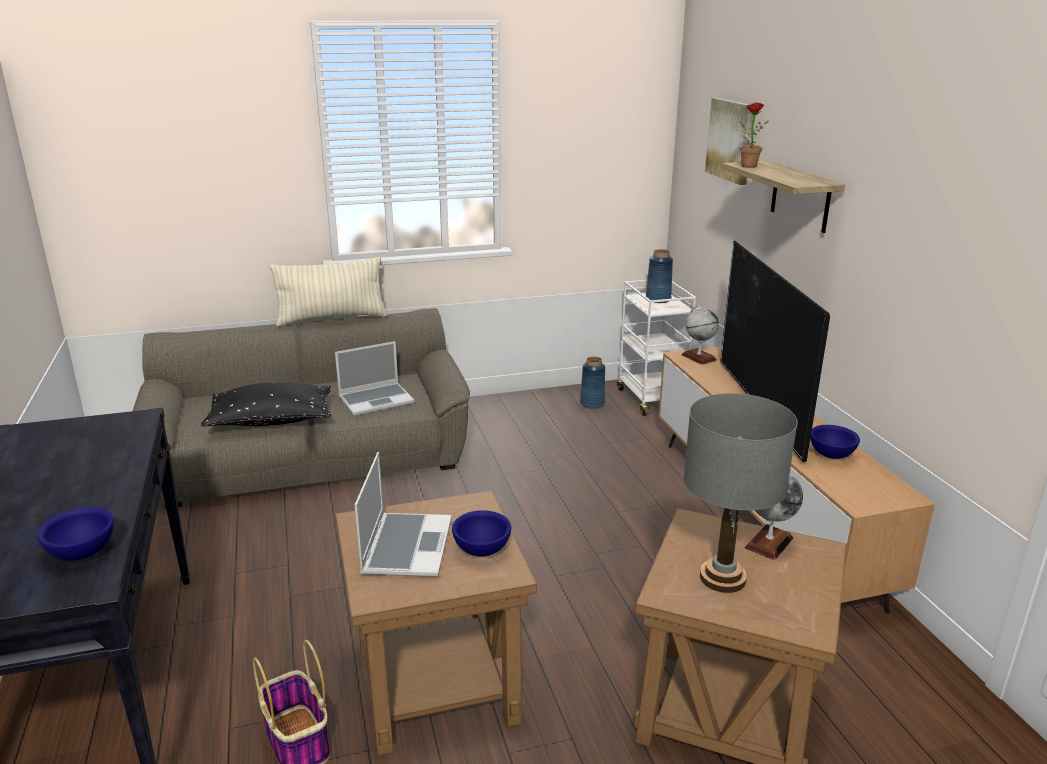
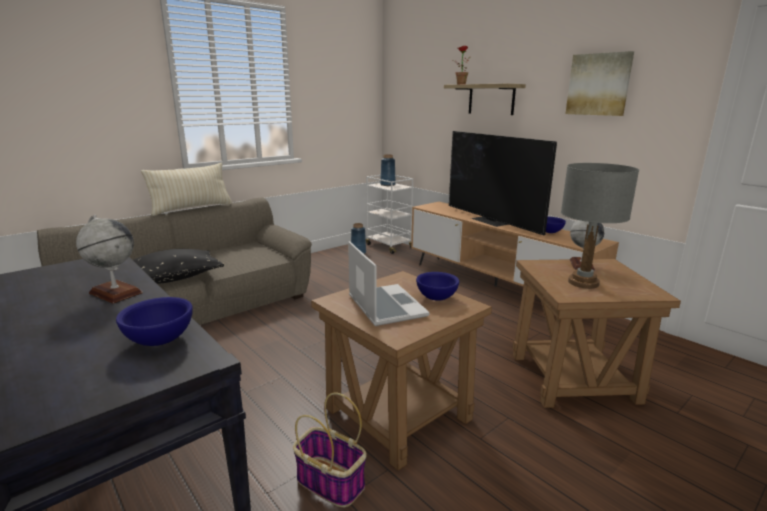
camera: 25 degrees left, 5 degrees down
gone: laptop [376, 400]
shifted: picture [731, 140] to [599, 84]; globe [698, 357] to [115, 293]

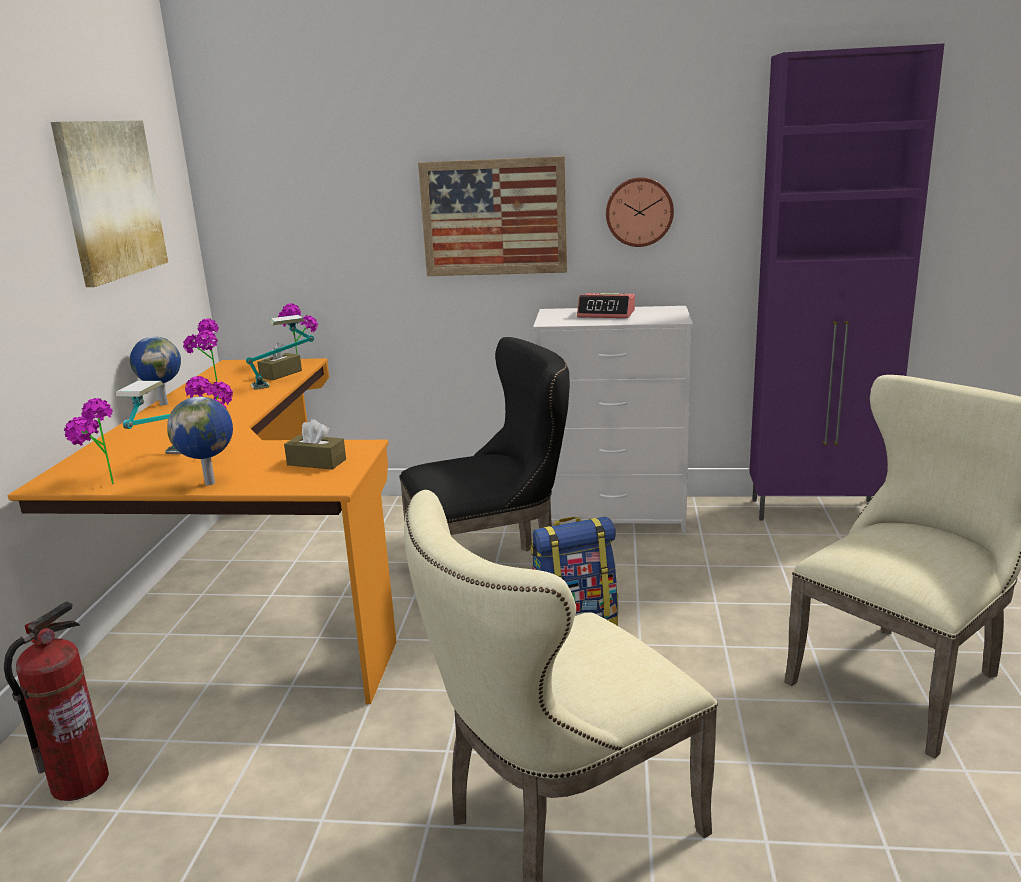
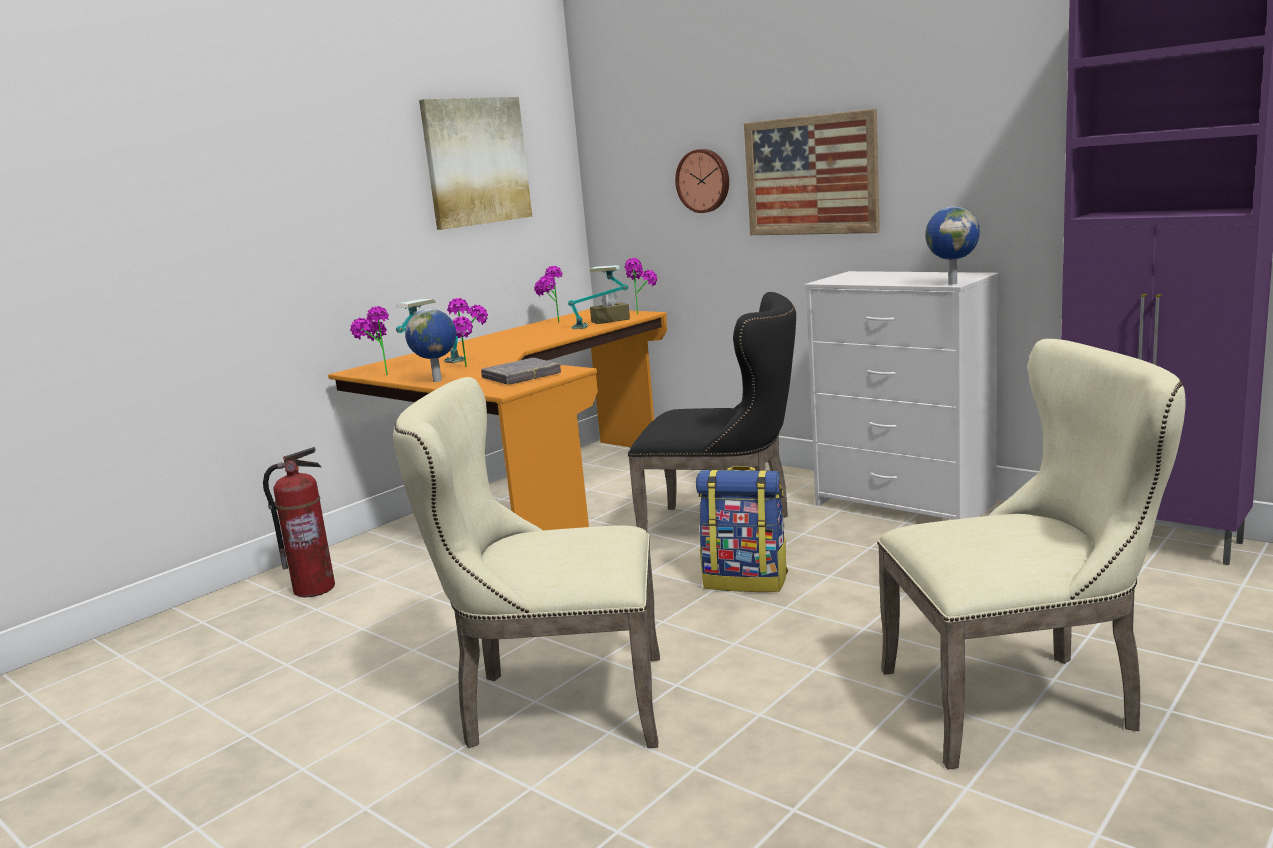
camera: 35 degrees right, 5 degrees down
gone: alarm clock [606, 314]
shifted: wall clock [639, 212] to [704, 180]; globe [164, 403] to [952, 283]
swapped: tissue box (brown) [316, 462] to book (grey) [521, 376]

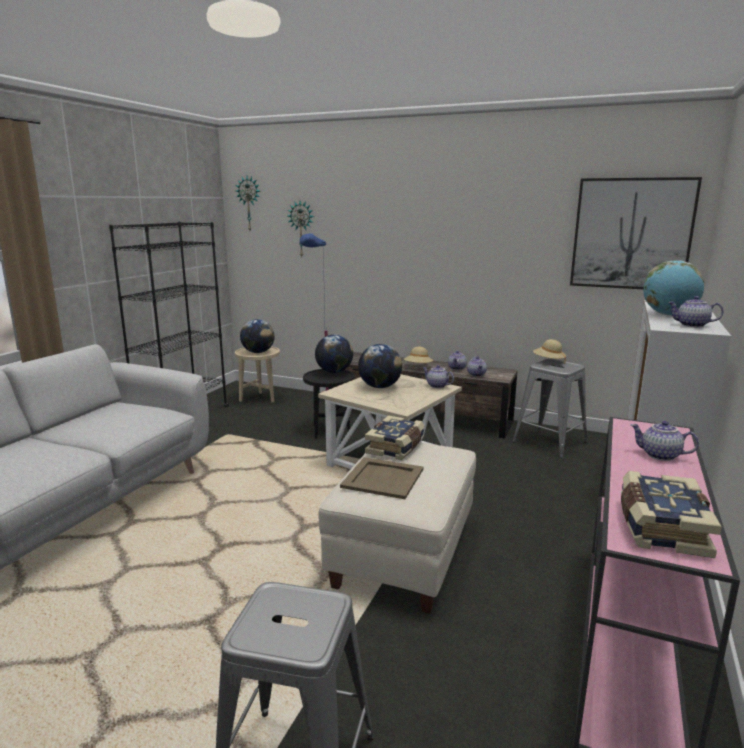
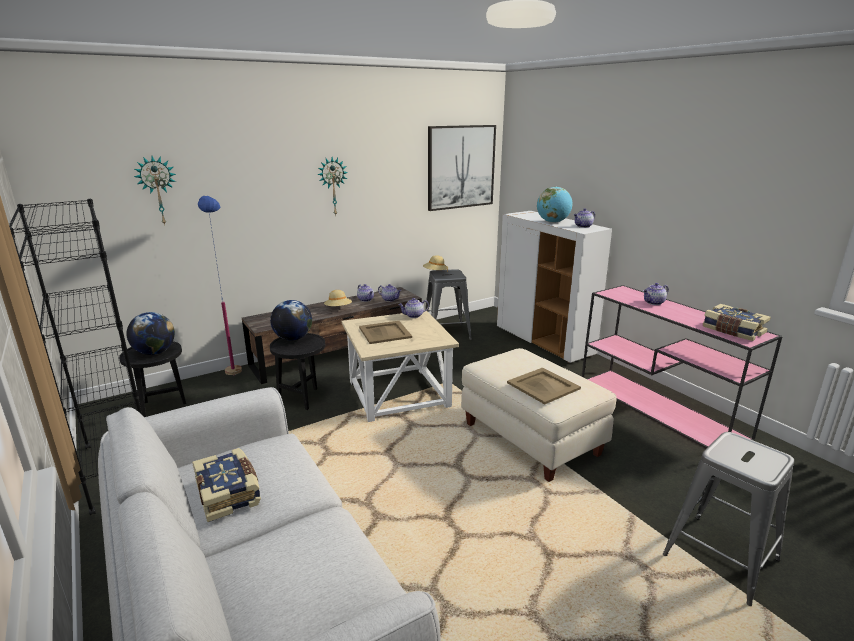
camera: 55 degrees left, 5 degrees up
shifted: wall clock [249, 203] to [332, 186]; book [396, 447] to [229, 493]
swapped: globe [380, 387] to tray (beige) [384, 332]
repainted: side table (beige) [260, 399] to side table (black) [162, 407]

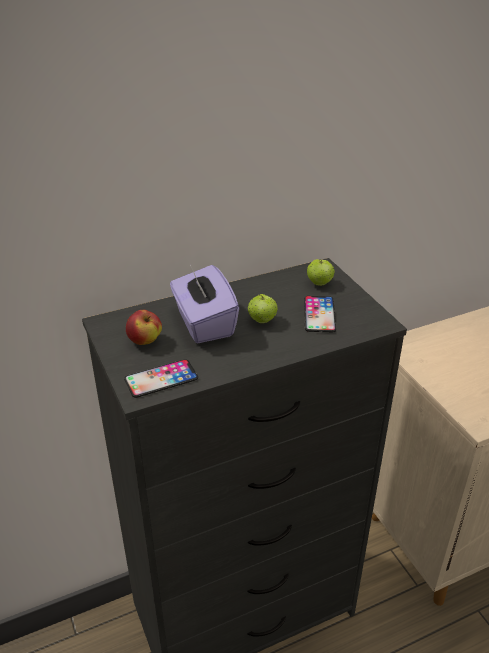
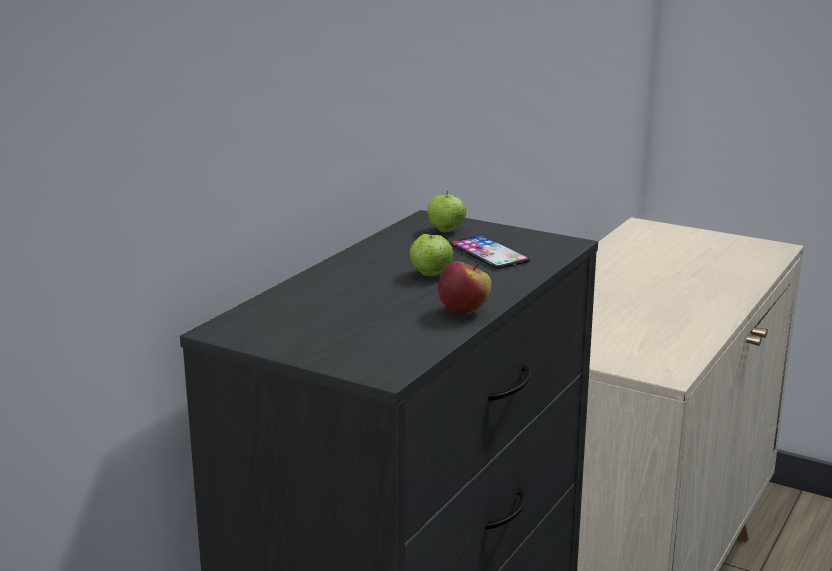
camera: 35 degrees left, 15 degrees down
gone: tissue box (purple) [204, 323]; phone [161, 379]
shifted: apple [145, 341] to [464, 311]

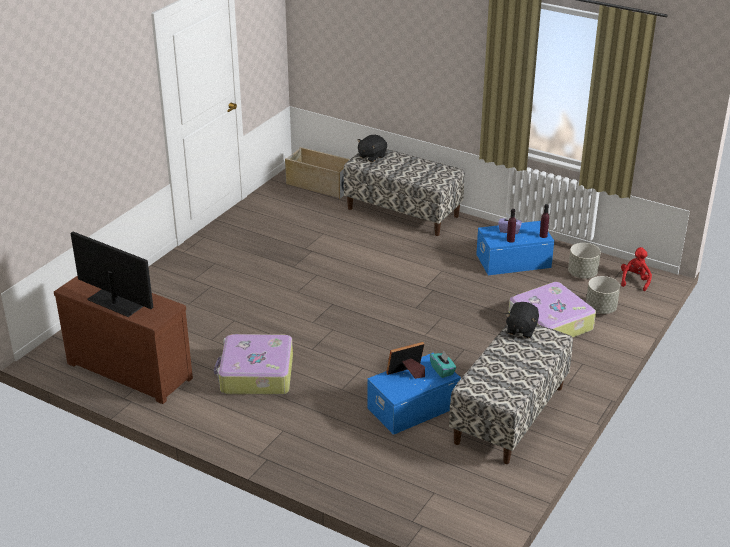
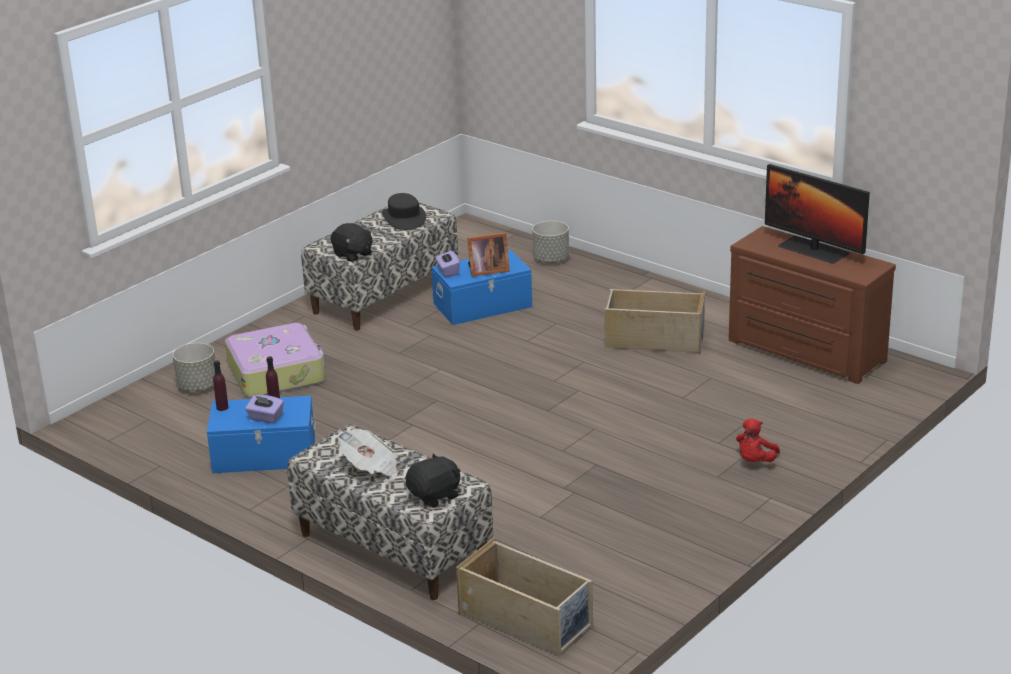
camera: 170 degrees left, 5 degrees down
new: hat (black) [404, 218]; newspaper [370, 467]
shifted: planter (grey) [582, 274] to [550, 259]; plush toy (red) [635, 281] to [755, 461]
swapped: suitcase [256, 374] to storage box (beige) [653, 340]
repainted: tissue box (turquoise) [442, 370] to tissue box (purple) [448, 271]
rotated: plush toy (black) [521, 329] = [352, 254] 105 degrees clockwise

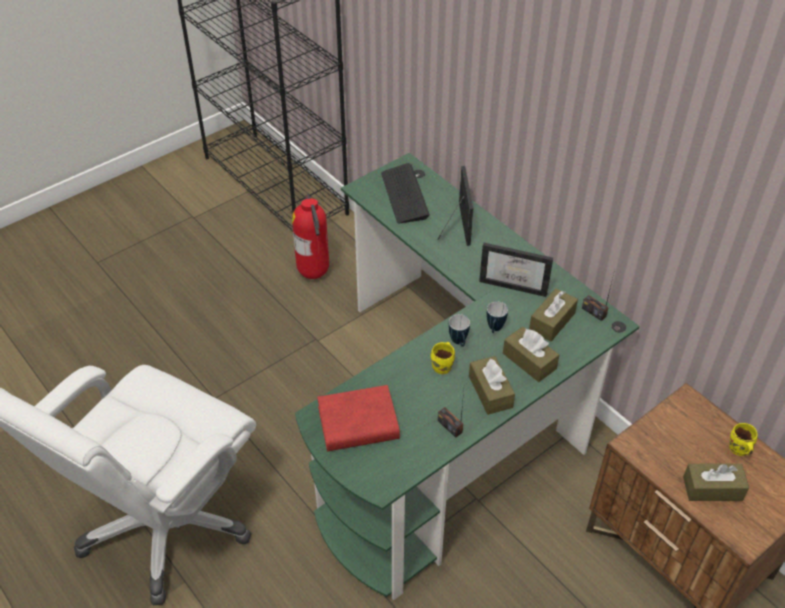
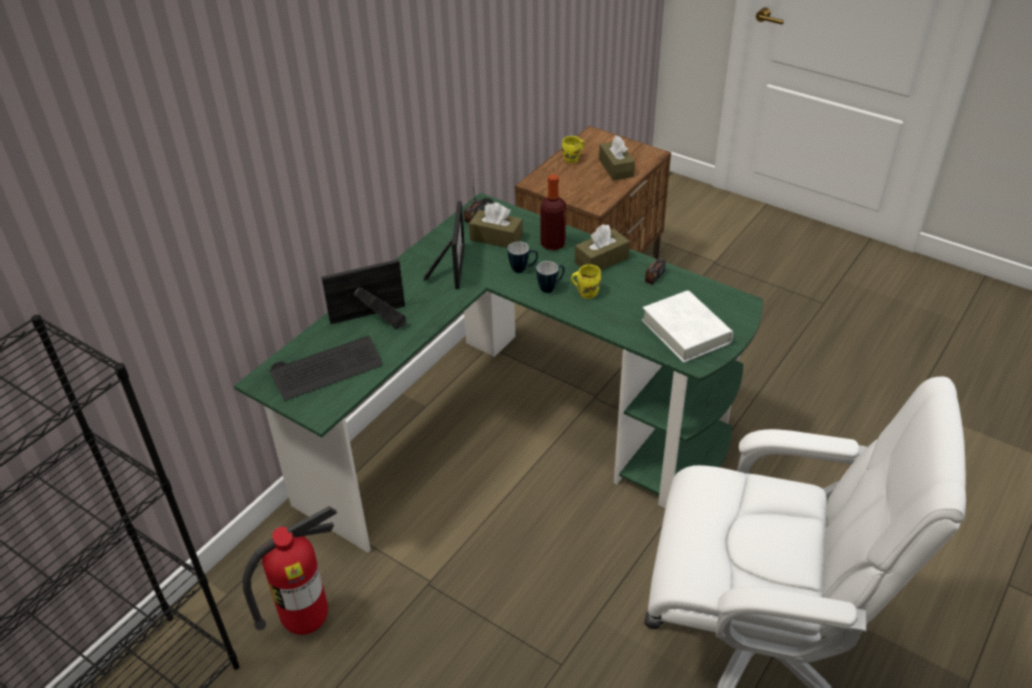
camera: 105 degrees left, 5 degrees down
swapped: tissue box (brown) [529, 361] to bottle [552, 244]
repainted: book (red) [358, 423] to book (white) [686, 331]

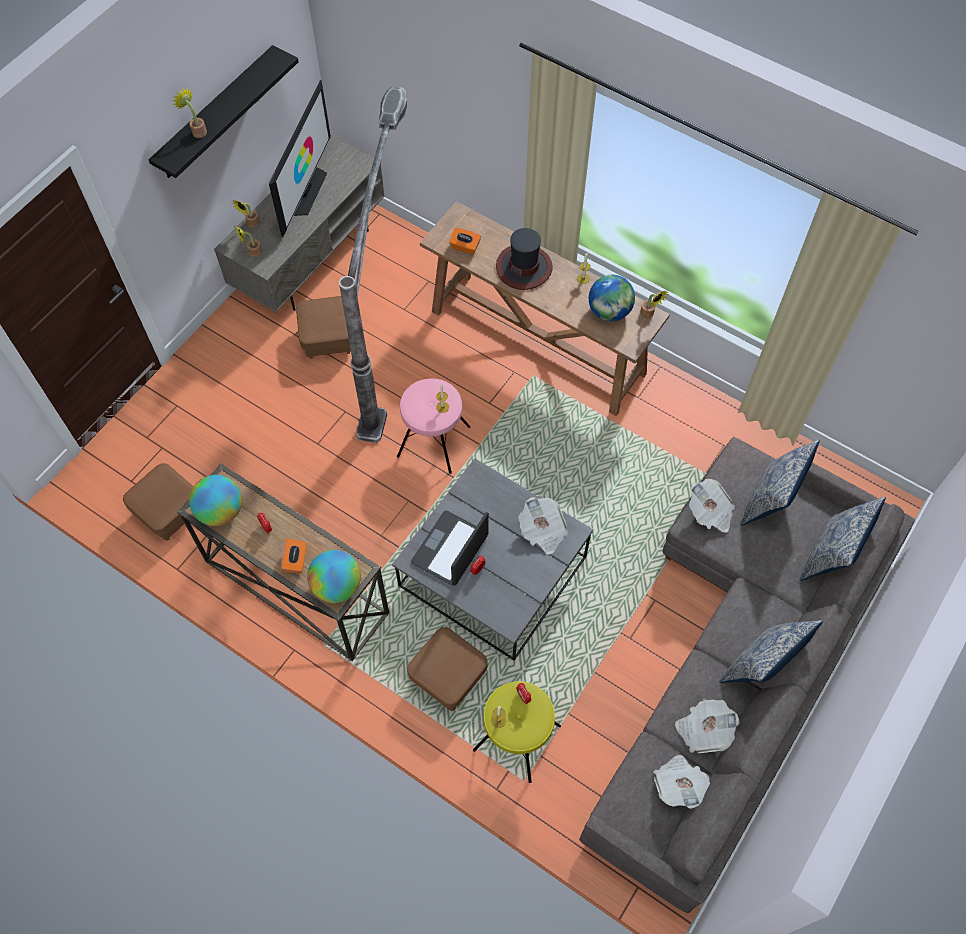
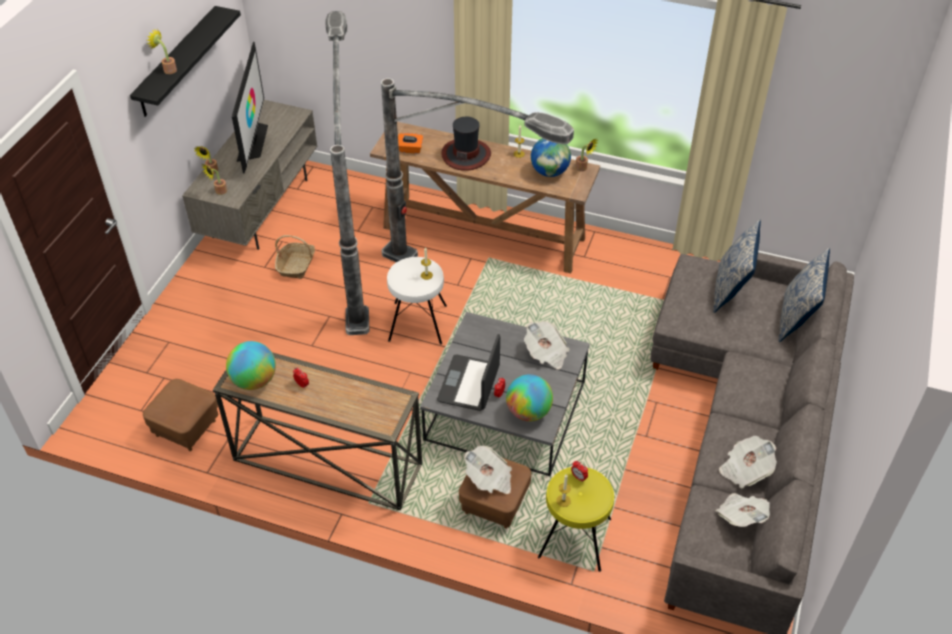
camera: 15 degrees left, 15 degrees down
gone: tissue box (orange) [296, 561]; pillow [760, 665]
new: floor lamp [468, 284]
shifted: newspaper [710, 512] to [489, 479]; globe [337, 586] to [528, 412]
swapped: ottoman (brown) [328, 339] to basket [296, 265]
repainted: stool (pink) [434, 441] to stool (white) [418, 322]

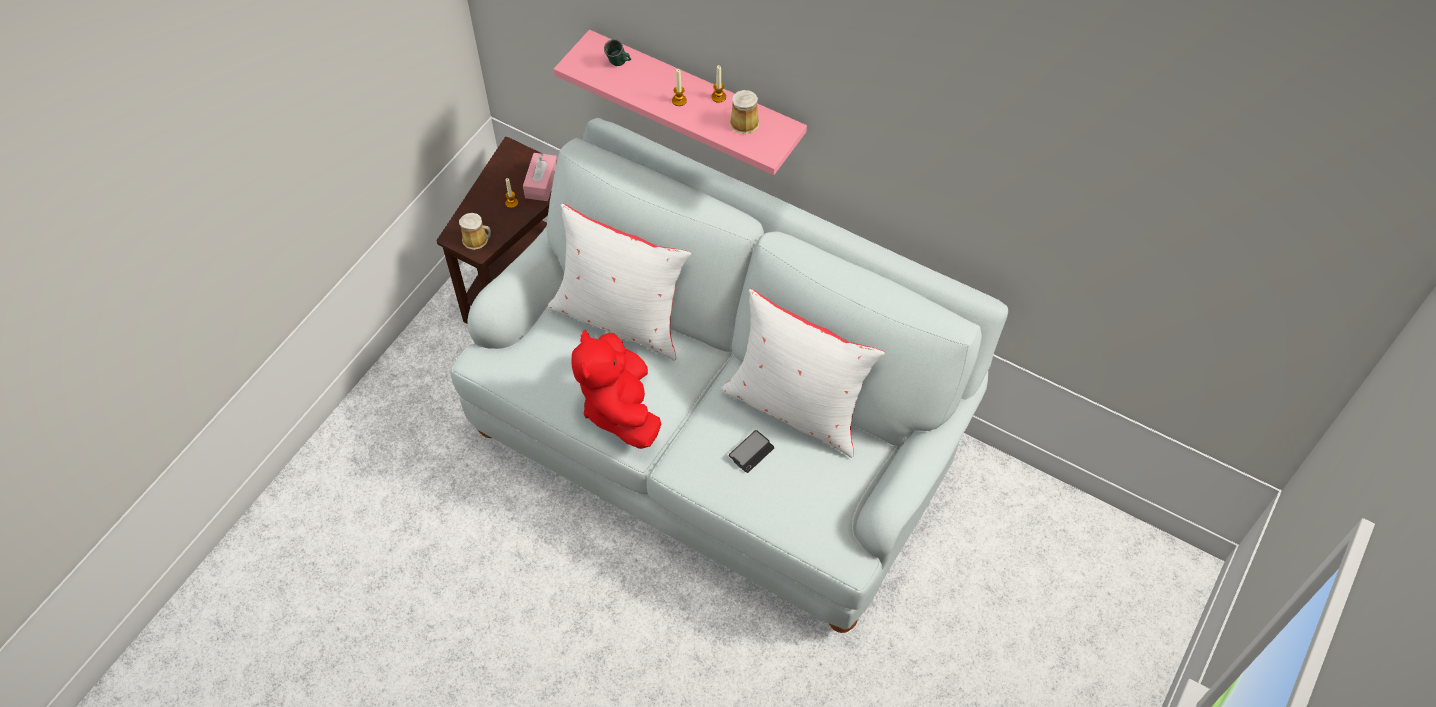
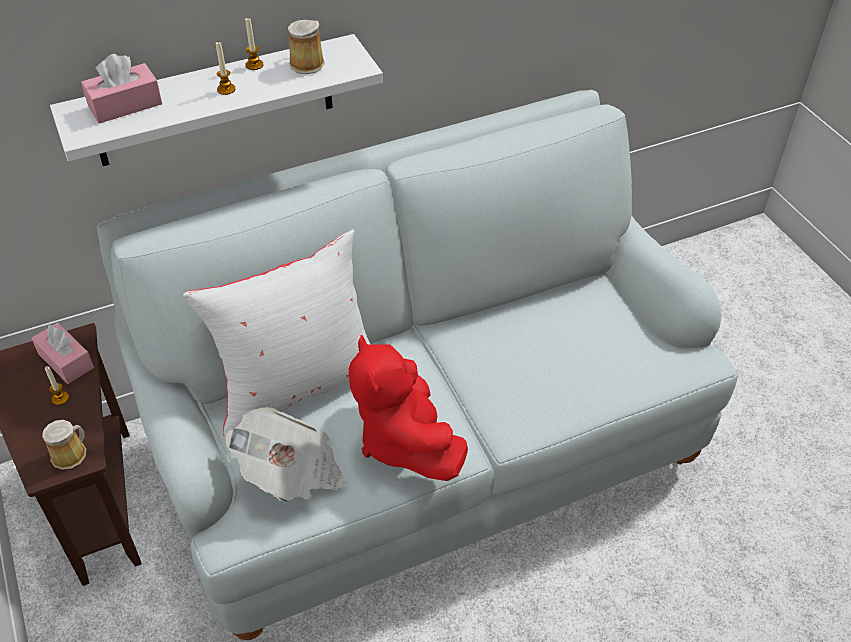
camera: 55 degrees left, 10 degrees down
gone: pillow (white) [796, 407]; phone [751, 452]
new: newspaper [291, 472]
swapped: mug (green) [619, 64] to tissue box (pink) [125, 105]
repainted: shelf (pink) [695, 99] to shelf (white) [214, 102]
rotated: plush toy (red) [620, 408] = [405, 441] 45 degrees clockwise

